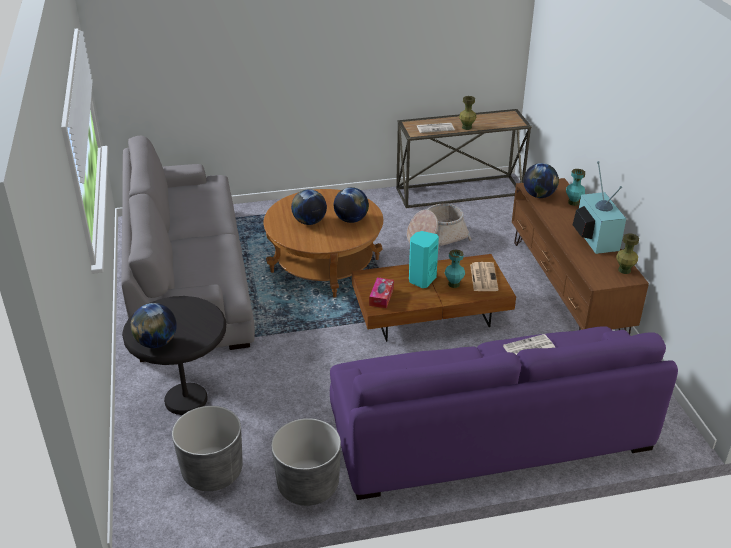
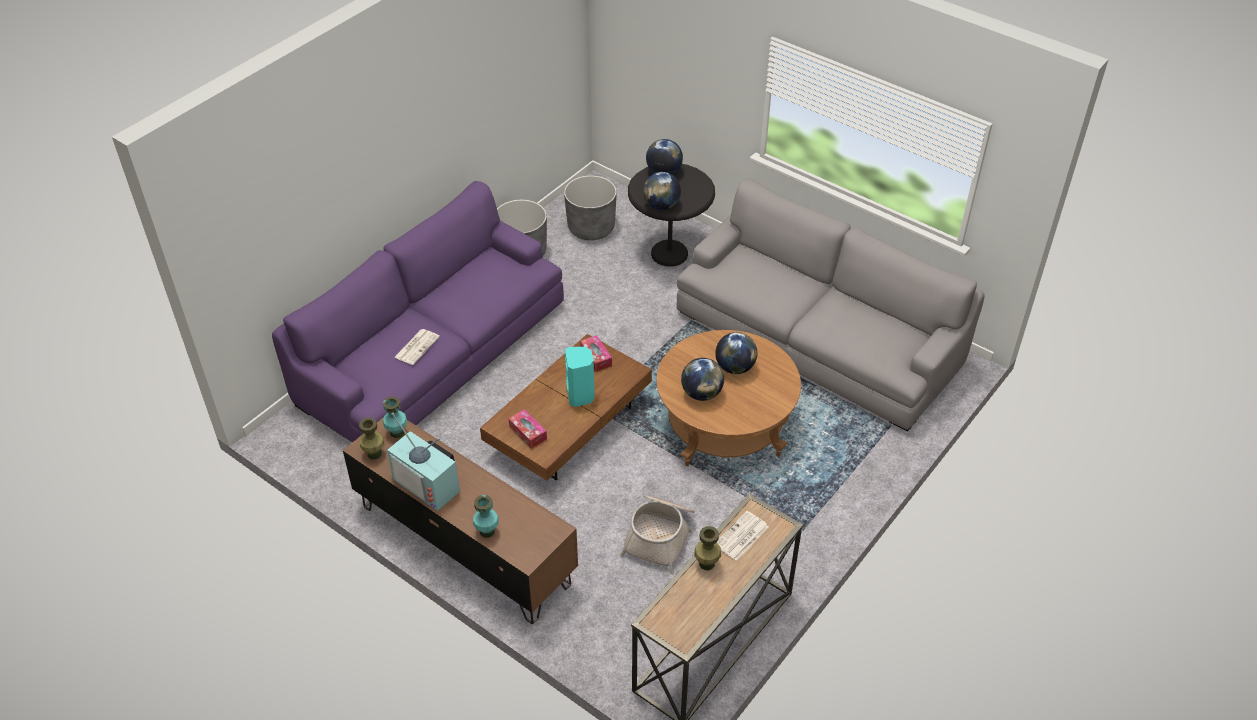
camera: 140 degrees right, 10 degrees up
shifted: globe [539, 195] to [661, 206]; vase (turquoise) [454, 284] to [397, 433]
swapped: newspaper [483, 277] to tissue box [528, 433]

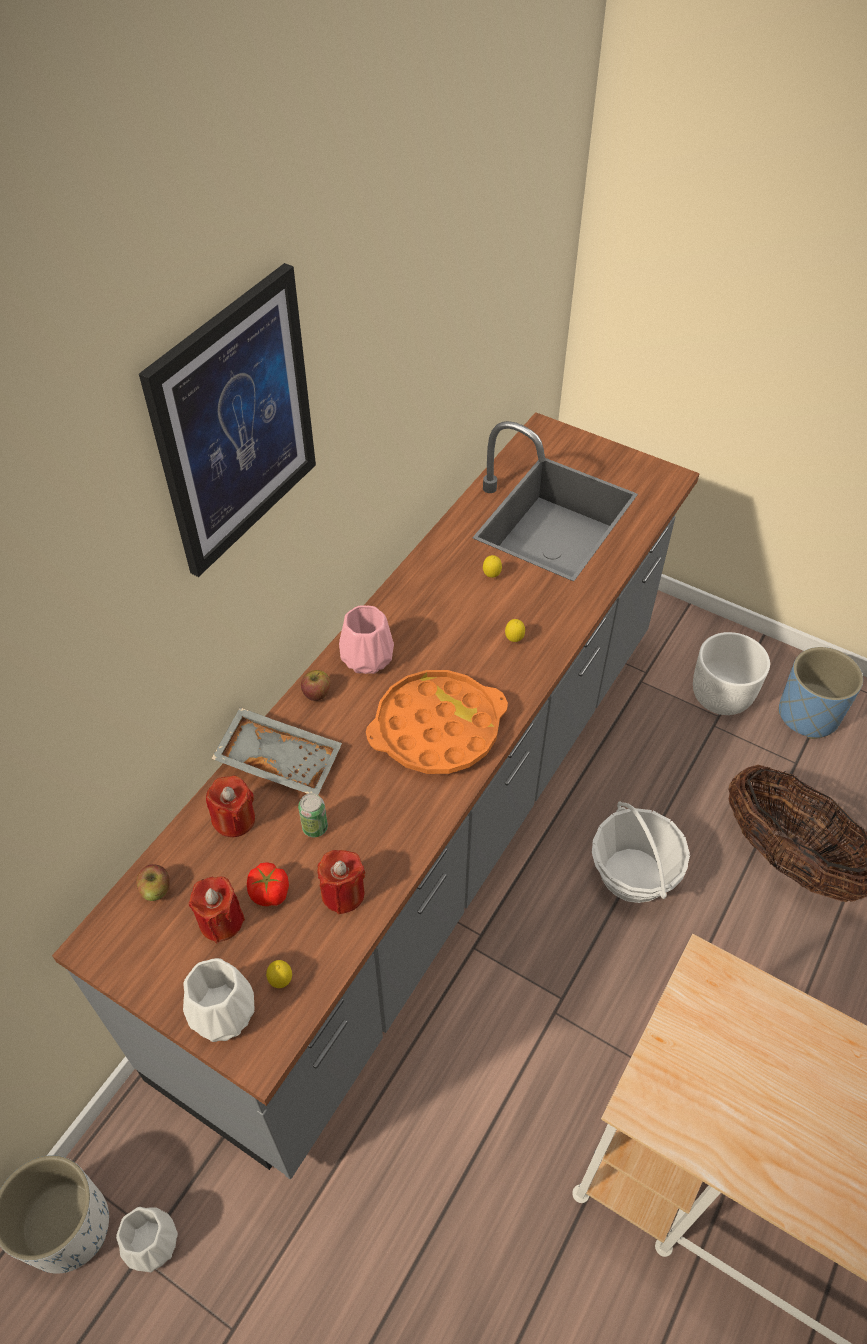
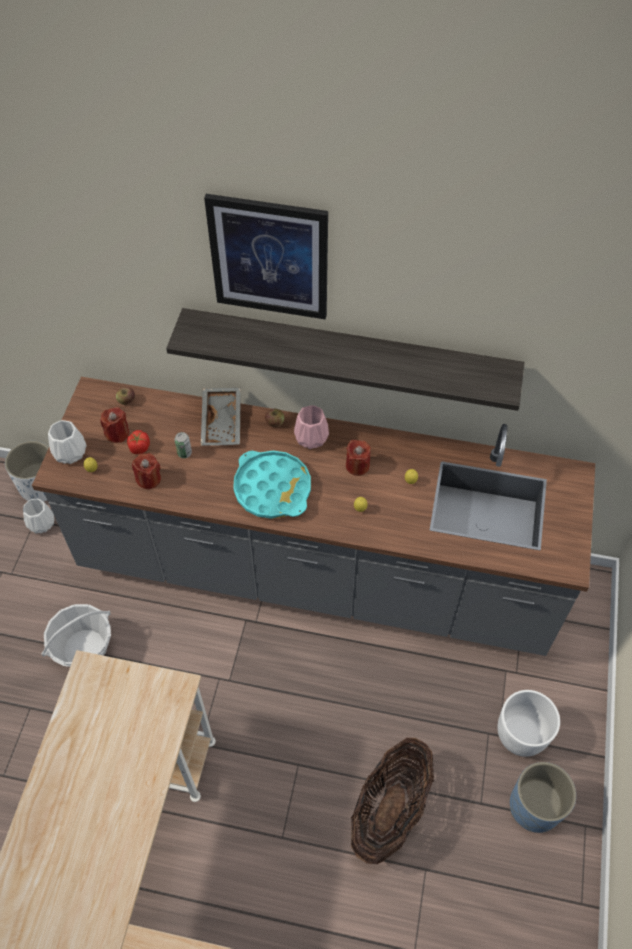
camera: 70 degrees right, 5 degrees up
new: shelf [348, 354]
shifted: candle (red) [234, 819] to [357, 466]; basket [633, 875] to [84, 649]
repainted: tray (orange) [437, 729] to tray (turquoise) [272, 488]

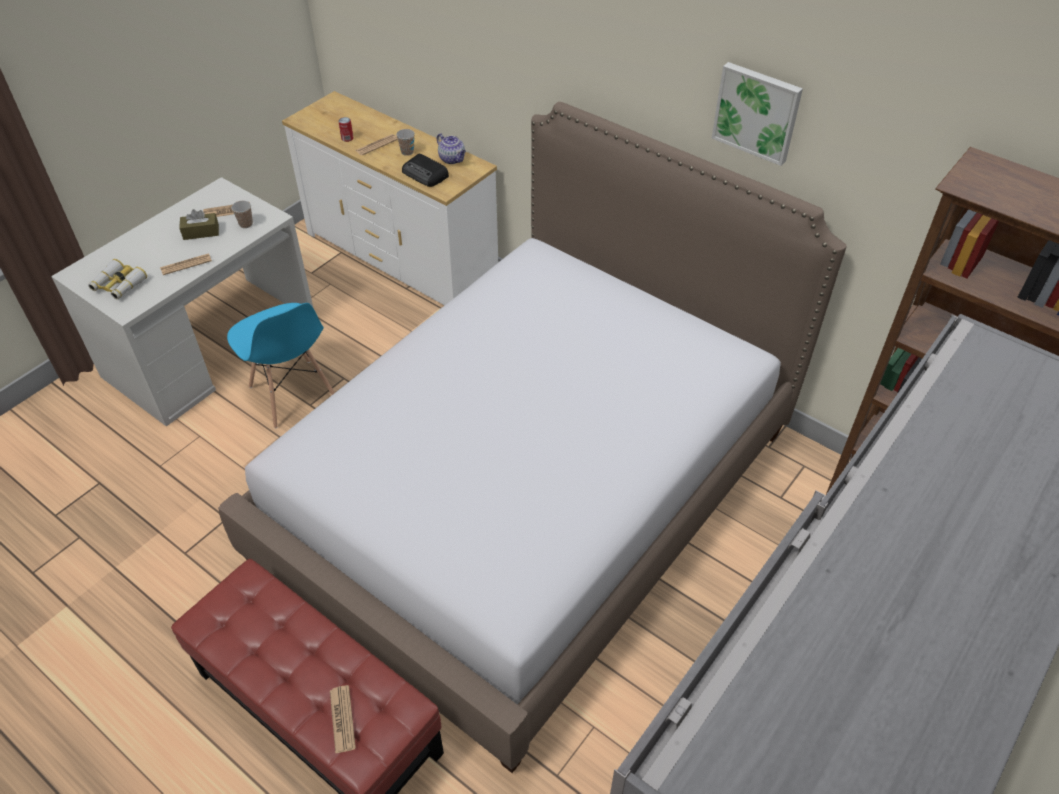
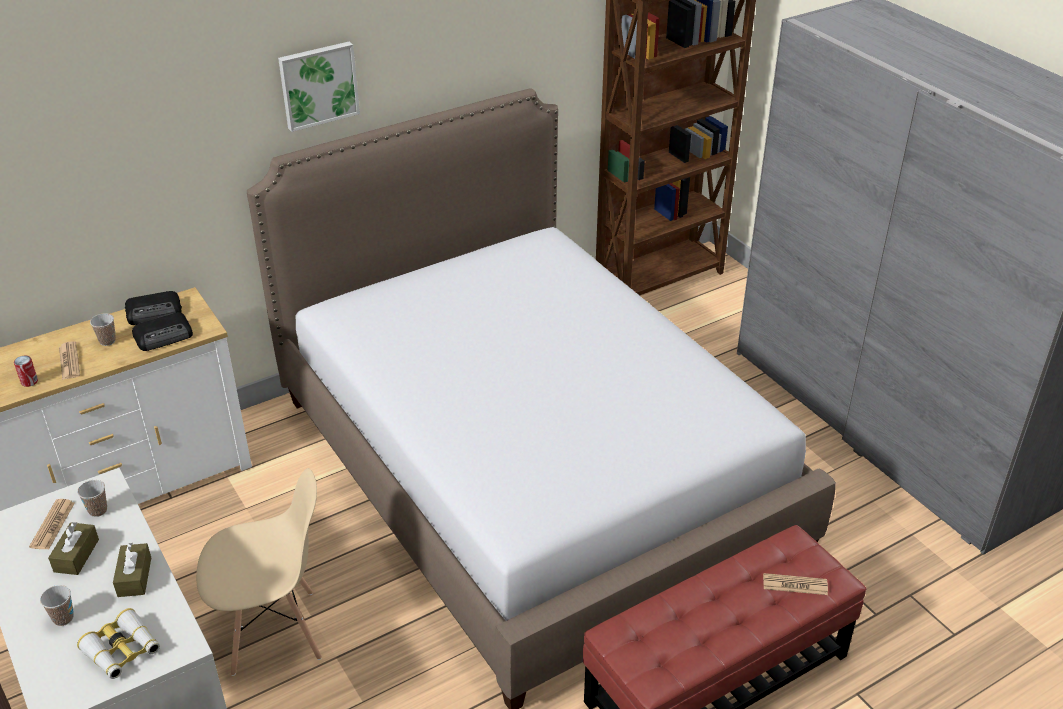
camera: 70 degrees left, 10 degrees down
new: cup [63, 618]
shifted: picture [757, 112] to [318, 85]
swapped: teapot [452, 159] to radio [155, 312]; newspaper [186, 264] to tissue box (brown) [134, 577]
repainted: chair (blue) [293, 394] to chair (beige) [275, 633]

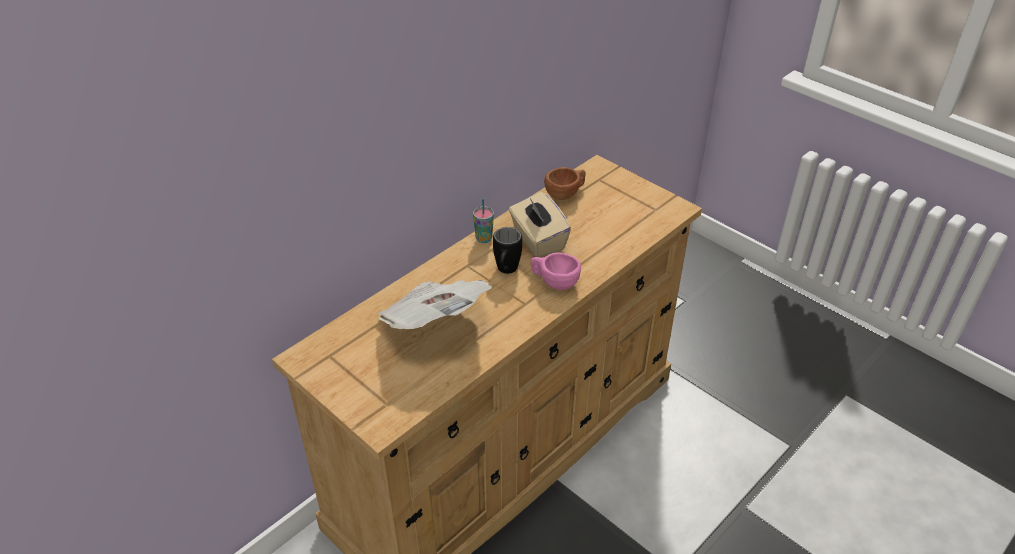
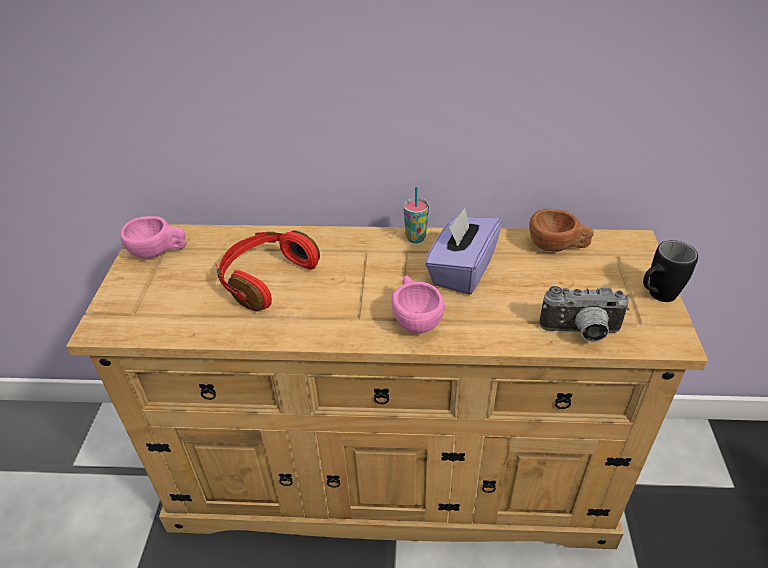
camera: 50 degrees right, 0 degrees up
new: cup (pink) [159, 252]; photo camera [581, 333]
shifted: mug (black) [506, 272] to [656, 296]
swapped: newspaper [434, 323] to headphones (red) [265, 278]
repainted: tissue box (beige) [538, 240] to tissue box (purple) [461, 270]

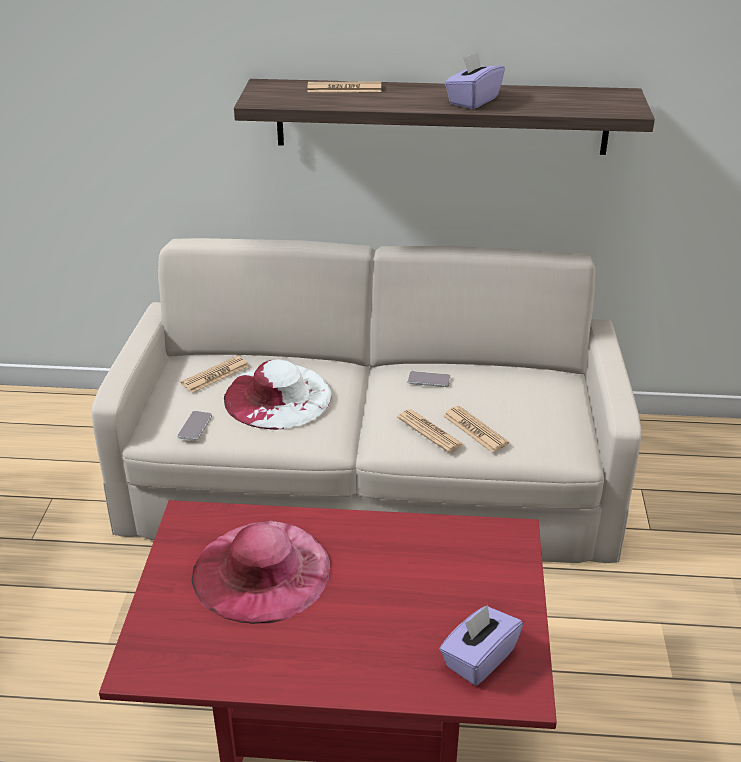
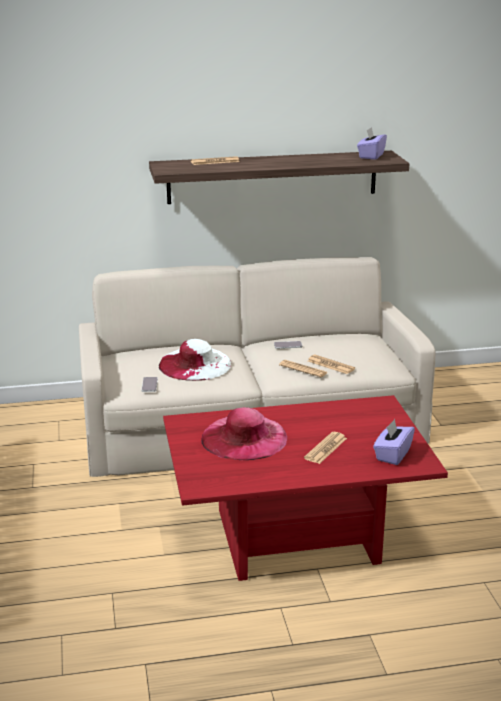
camera: 15 degrees left, 10 degrees down
shifted: tissue box (purple) [473, 100] to [371, 156]; newspaper [215, 375] to [325, 448]

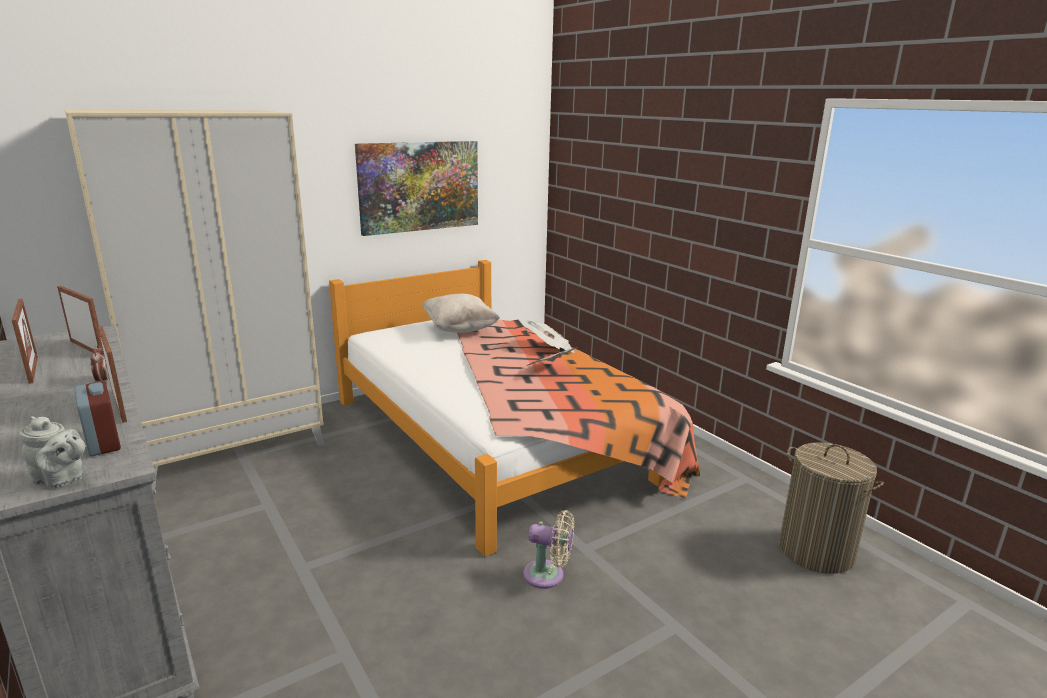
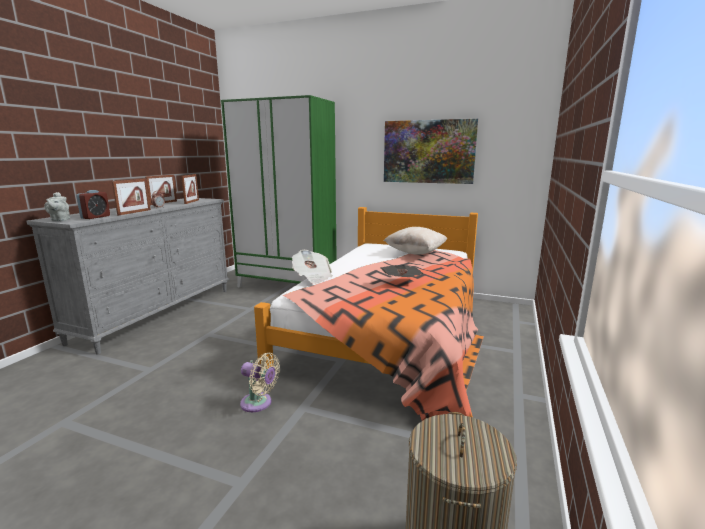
camera: 55 degrees right, 5 degrees down
shifted: newspaper [551, 349] to [312, 277]
repainted: wardrobe (beige) [233, 446] to wardrobe (green) [288, 285]
rotated: fan (beige) [548, 575] = [259, 403] 45 degrees counterclockwise

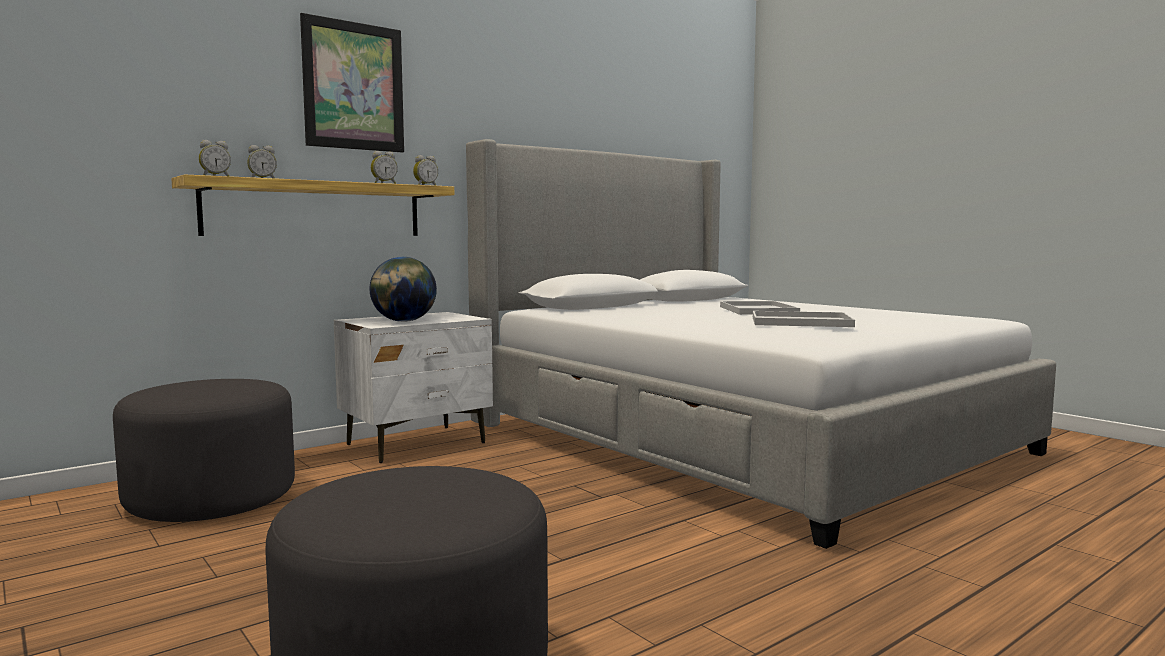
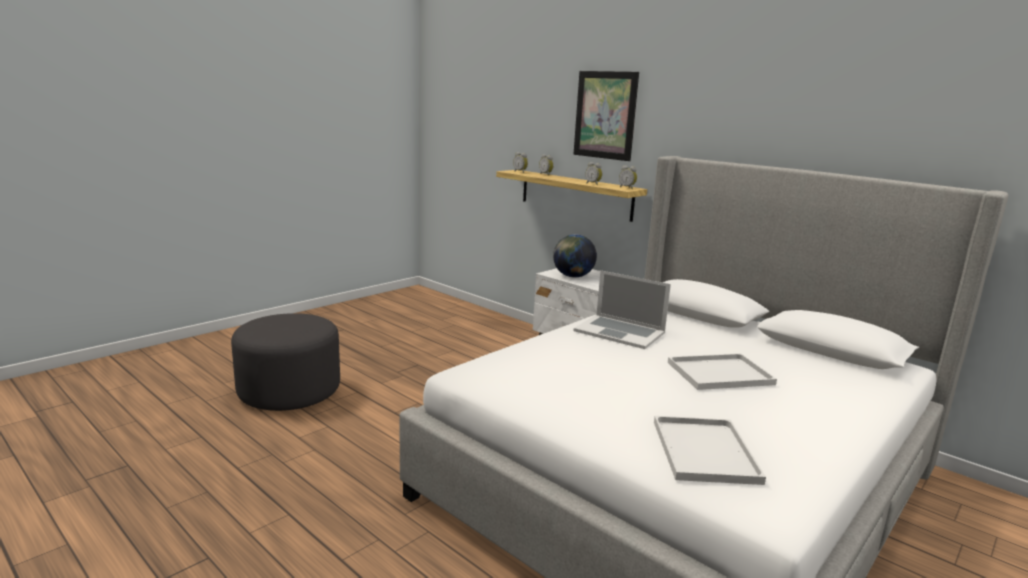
camera: 80 degrees right, 10 degrees up
gone: ottoman (grey) [212, 498]
new: laptop [619, 332]
shifted: tray (white) [798, 322] to [702, 449]

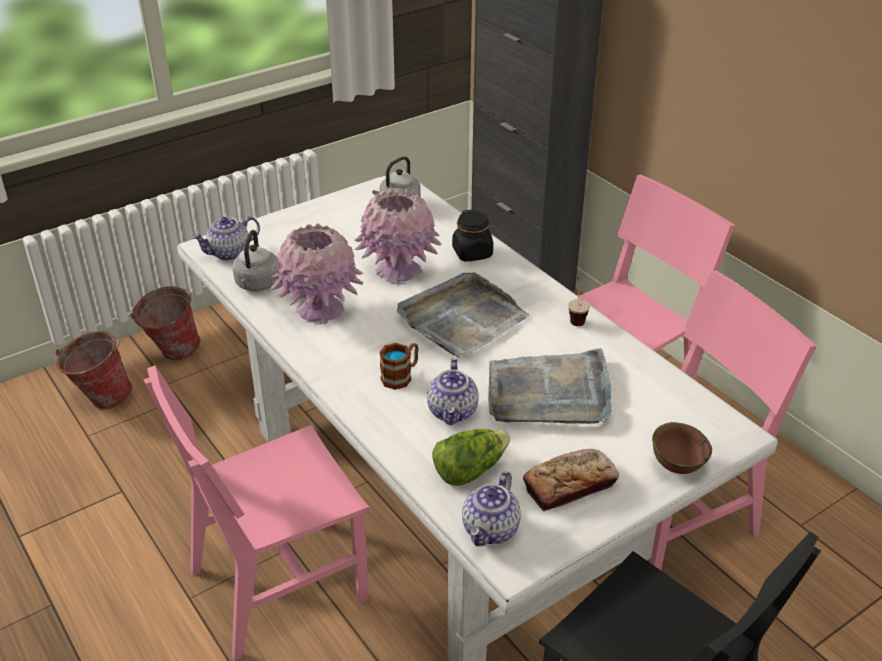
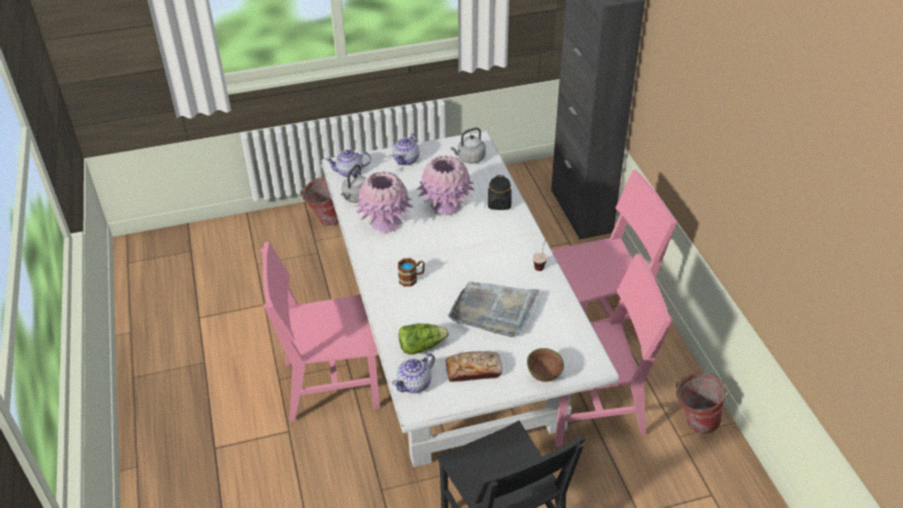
camera: 20 degrees right, 5 degrees up
gone: tray (grey) [461, 319]
shifted: bucket [101, 399] to [694, 421]; teapot [453, 412] to [406, 160]

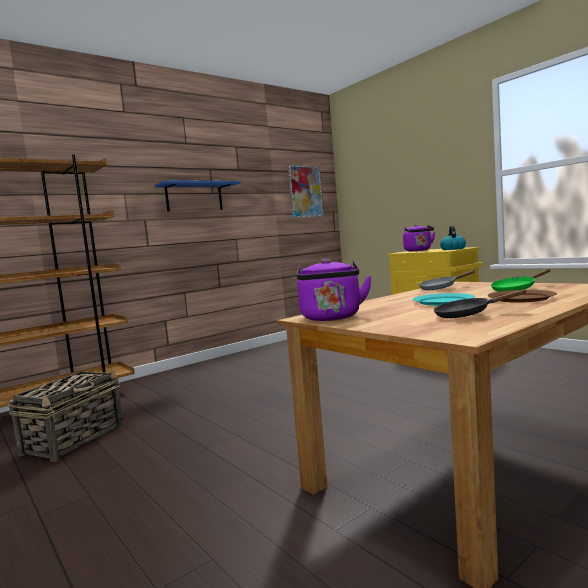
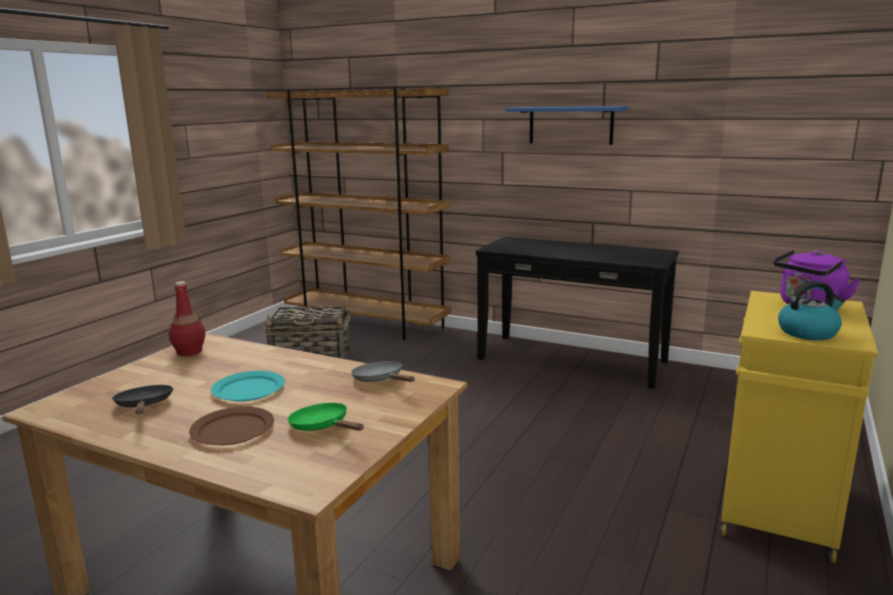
camera: 65 degrees right, 10 degrees up
gone: picture [305, 191]
new: console table (black) [571, 360]
swapped: kettle (purple) [331, 318] to bottle (red) [189, 352]

